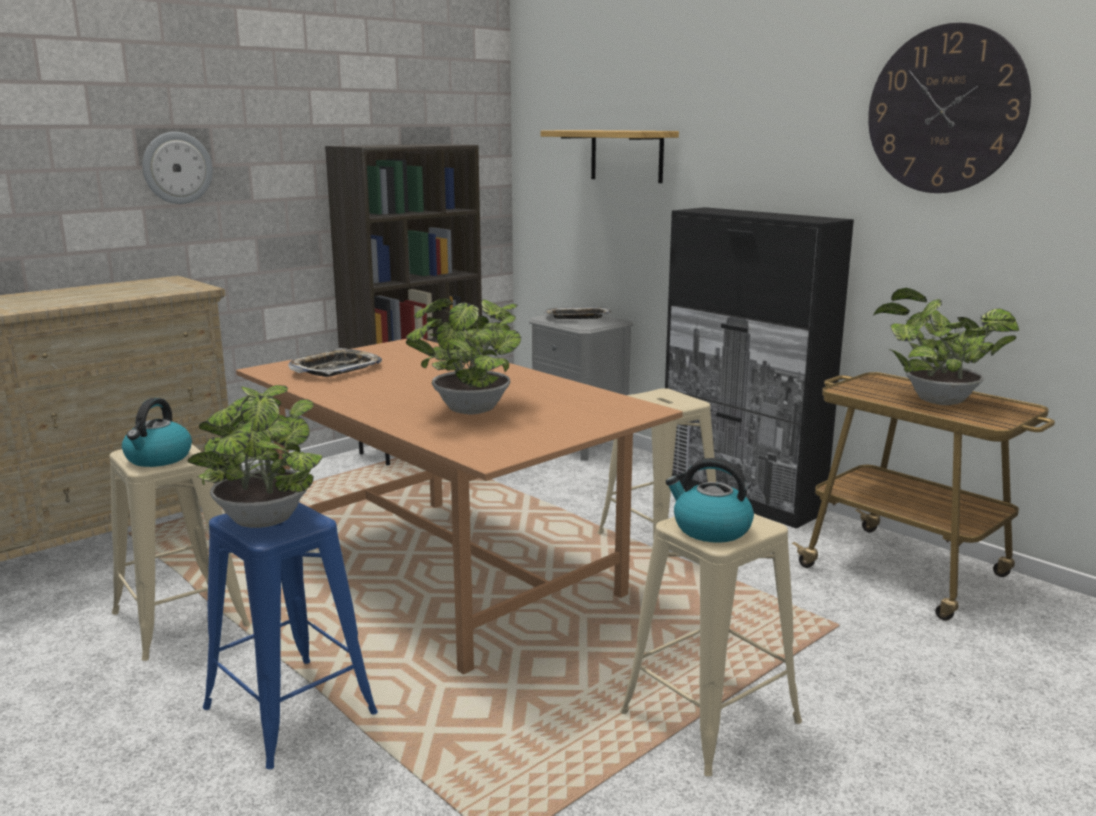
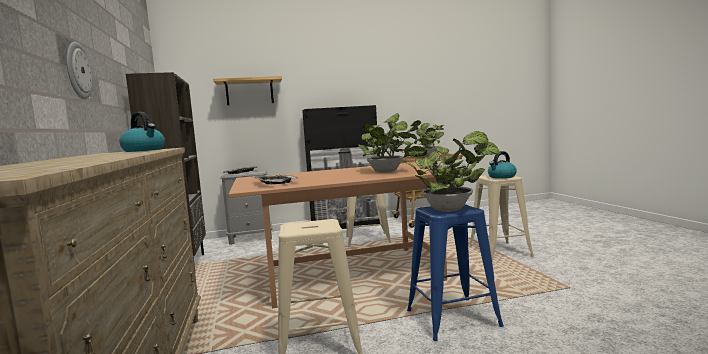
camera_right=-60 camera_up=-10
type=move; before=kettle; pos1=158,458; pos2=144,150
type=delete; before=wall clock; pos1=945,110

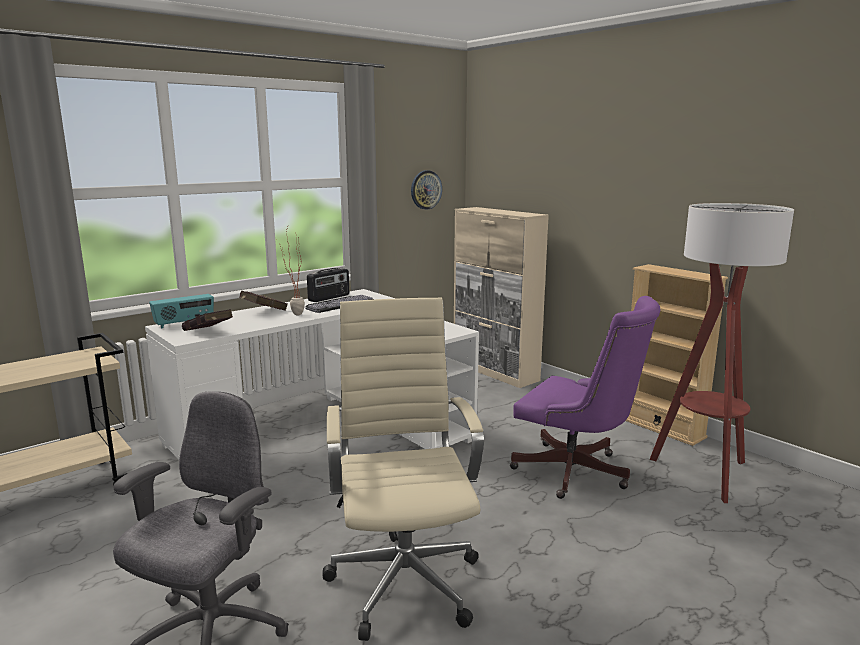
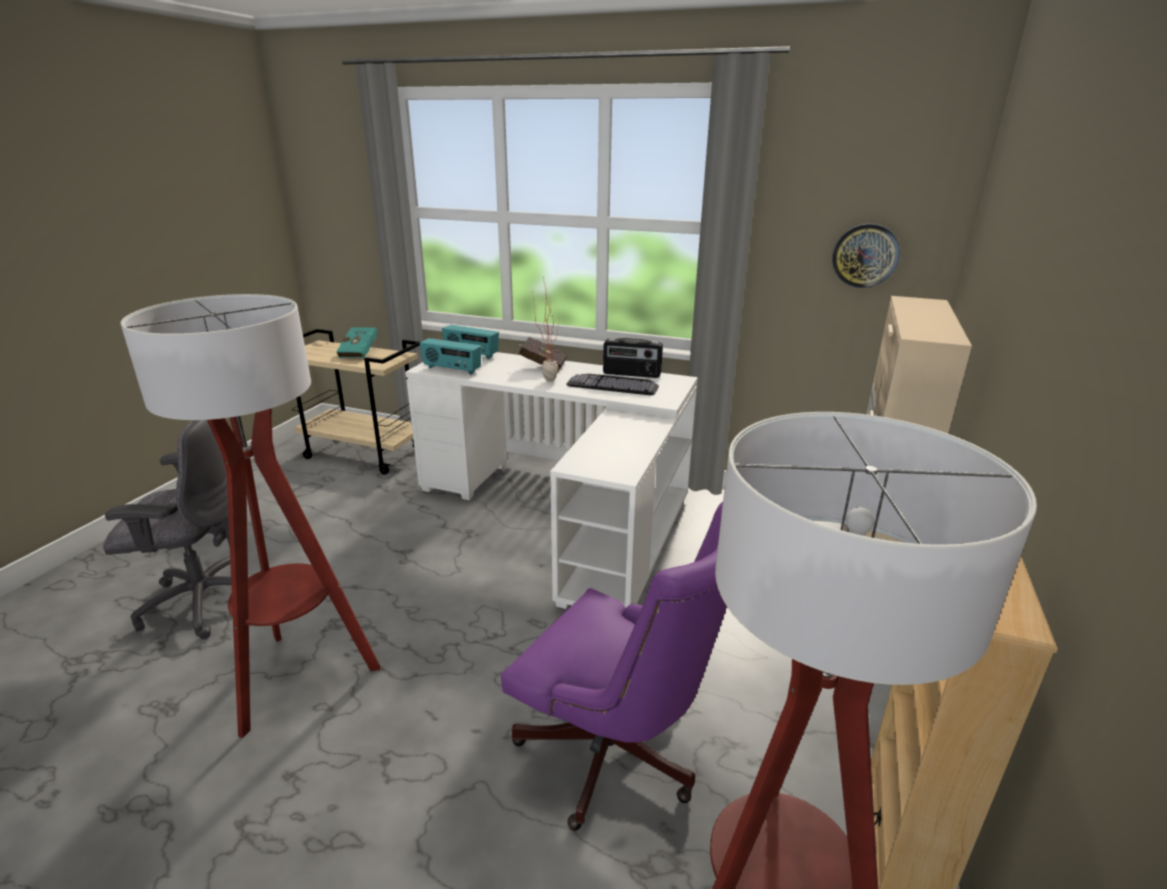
camera_right=60 camera_up=10
type=replace; before=beige office chair; after=floor lamp; pos1=404,579; pos2=300,677
type=insert; after=turquoise book; pos2=360,352
type=replace; before=red book; after=radio; pos1=209,333; pos2=452,370
type=rotate; before=purple office chair; pos1=577,473; pos2=617,757; turn=-60

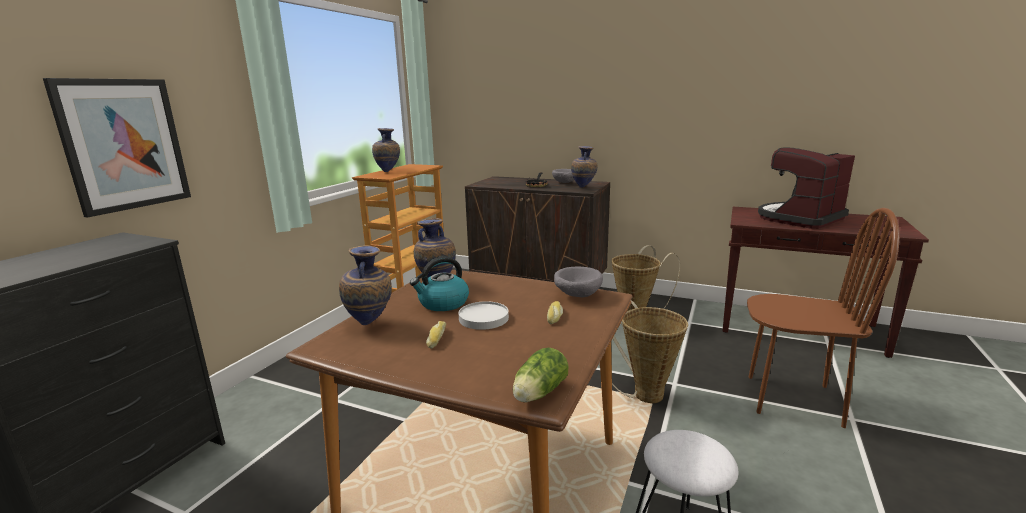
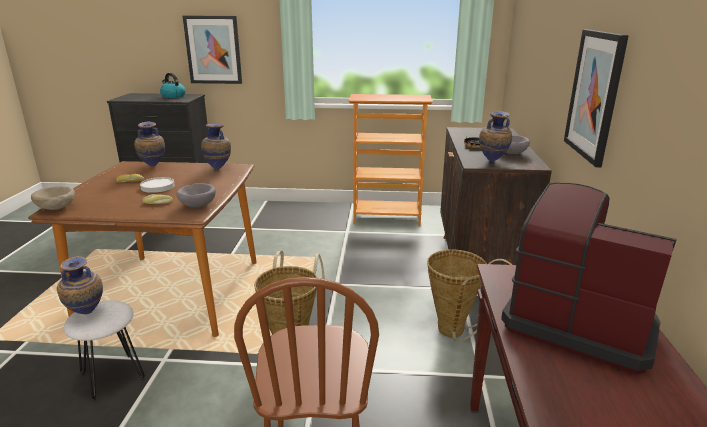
camera_right=70 camera_up=5
type=replace; before=lettuce; after=beige bowl; pos1=538,393; pos2=56,209
type=move; before=vase; pos1=388,172; pos2=86,315
type=move; before=kettle; pos1=443,303; pos2=173,96
type=insert; after=picture; pos2=594,95

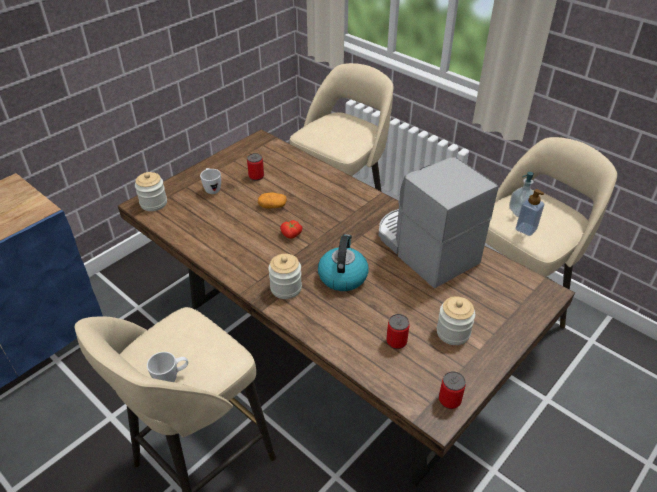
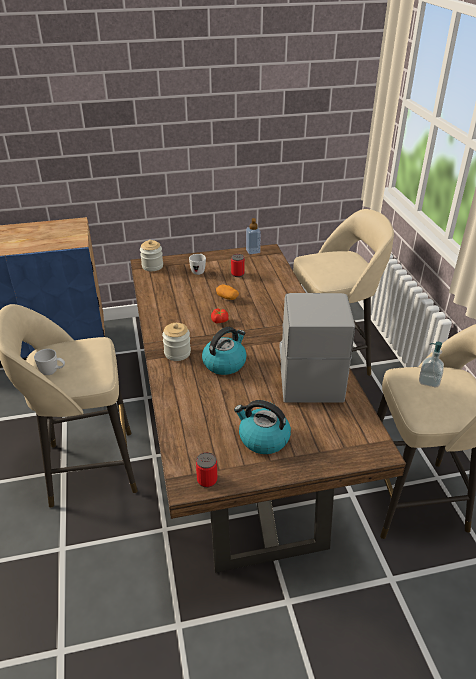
camera_right=35 camera_up=-5
type=replace; before=jar; after=kettle; pos1=453,332; pos2=263,438
type=move; before=soap dispenser; pos1=526,229; pos2=253,251
type=delete; before=can; pos1=396,342

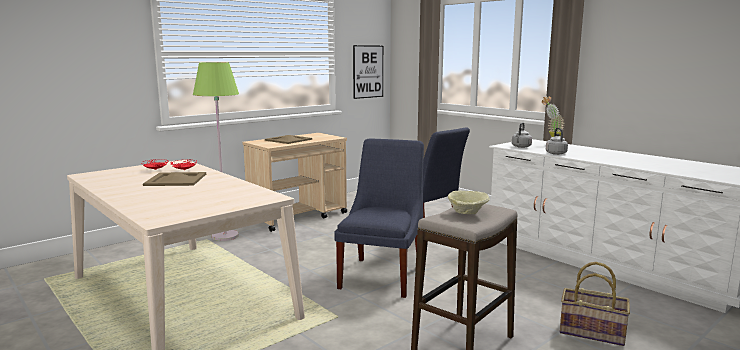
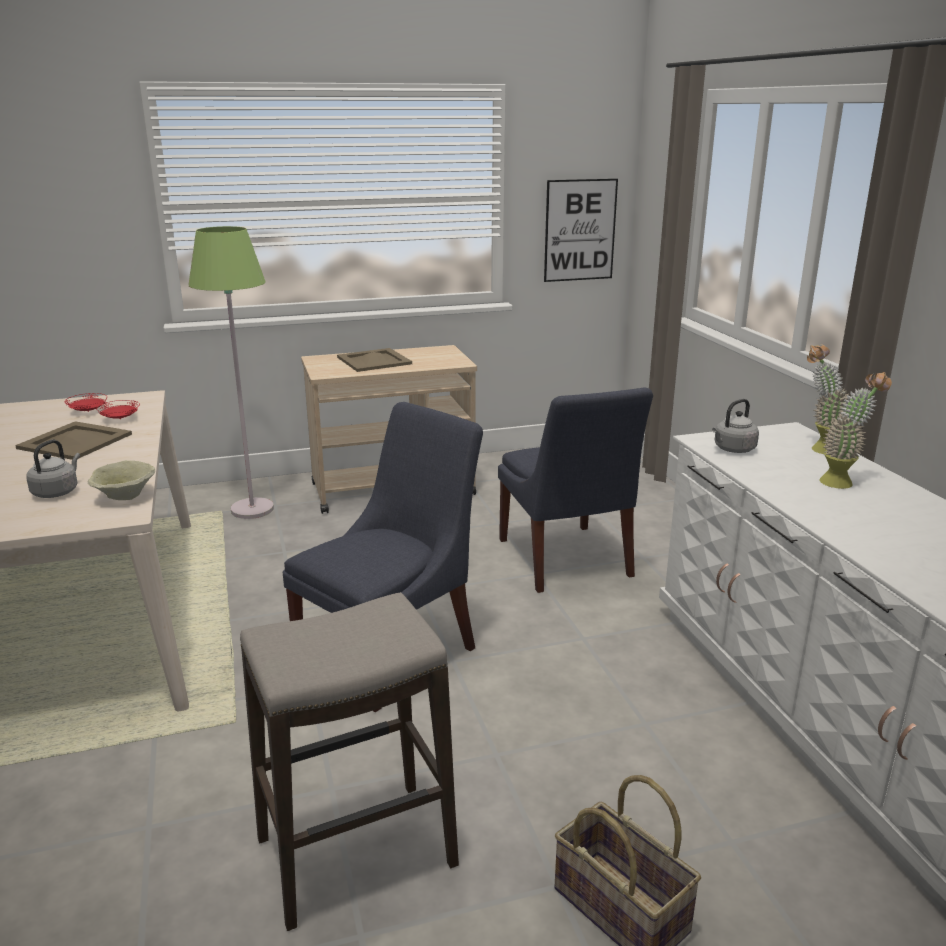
camera_right=25 camera_up=10
type=move; before=grey kettle; pos1=555,153; pos2=57,492
type=move; before=beige bowl; pos1=468,213; pos2=125,497
type=insert; after=potted plant; pos2=843,481

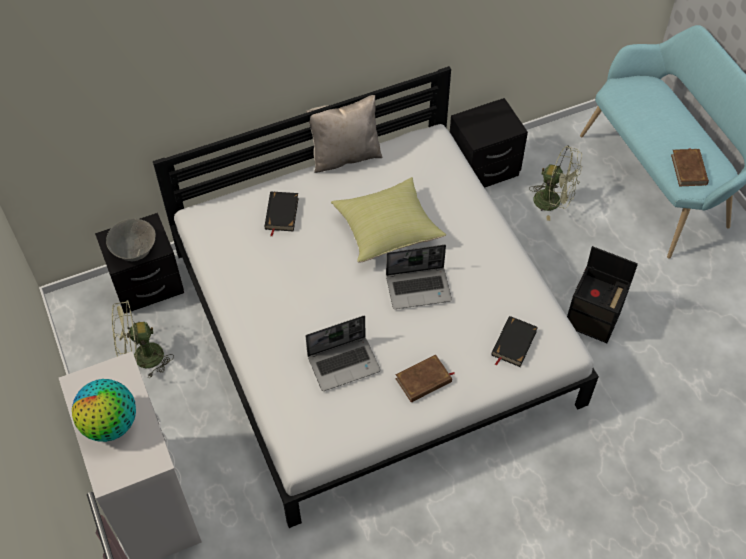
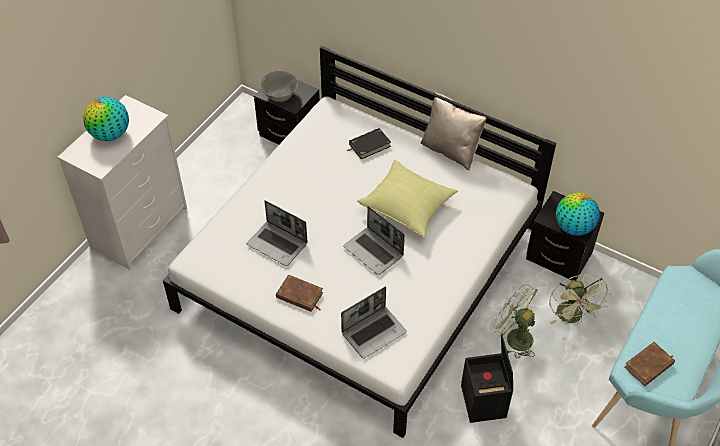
camera_right=55 camera_up=-5
type=replace; before=black book; after=laptop; pos1=513,343; pos2=374,332
type=move; before=green fan; pos1=141,358; pos2=513,337
type=insert; after=globe; pos2=573,227

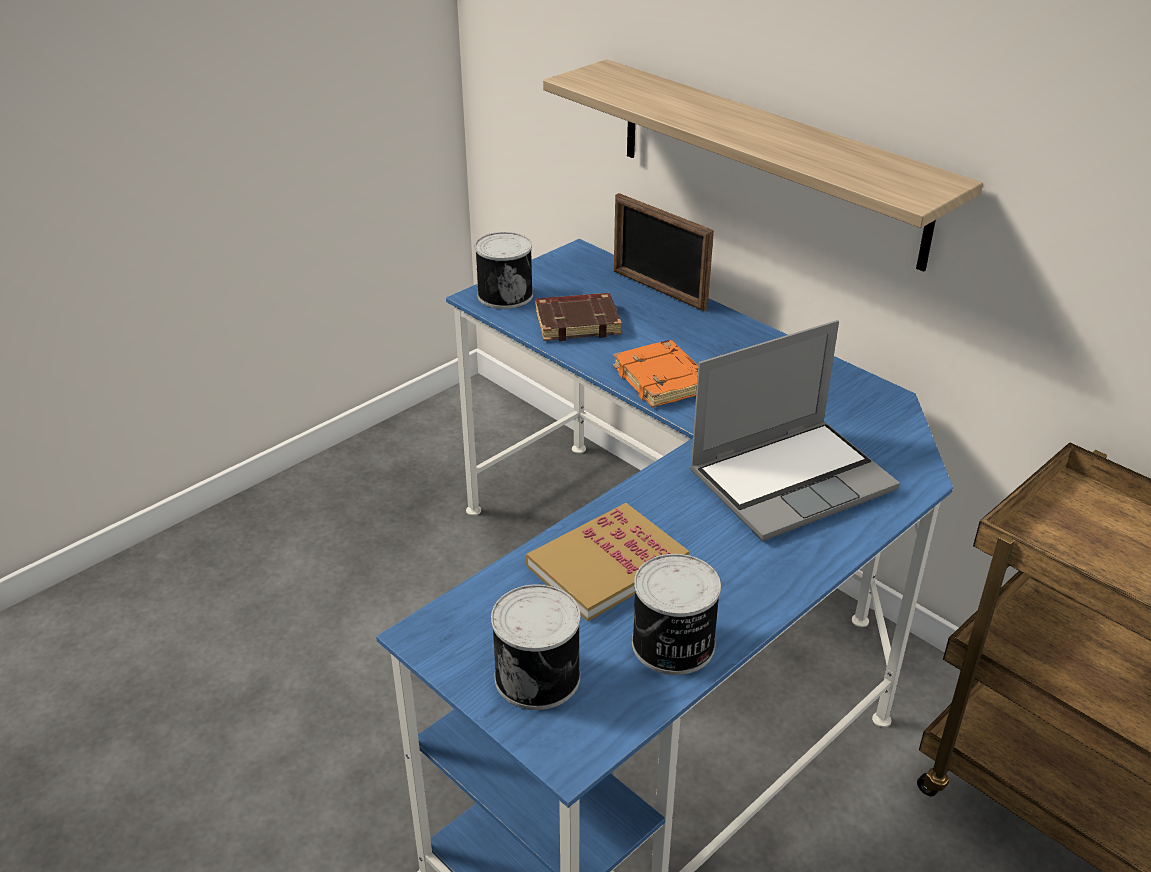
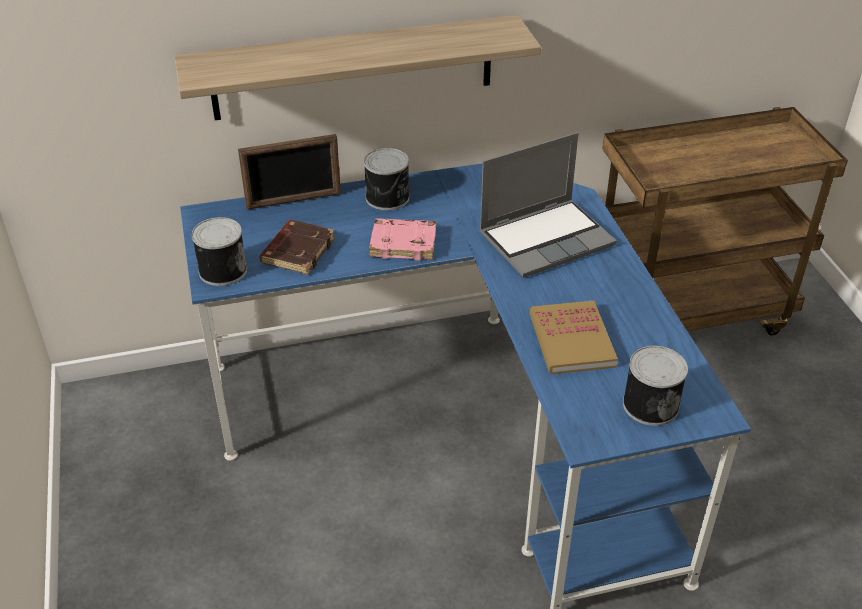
camera_right=-60 camera_up=5
type=move; before=can; pos1=673,645; pos2=388,198
type=recolor; before=orange book; after=pink book; pos1=663,380; pos2=404,243
type=rotate; before=laptop; pos1=792,480; pos2=546,238; turn=60

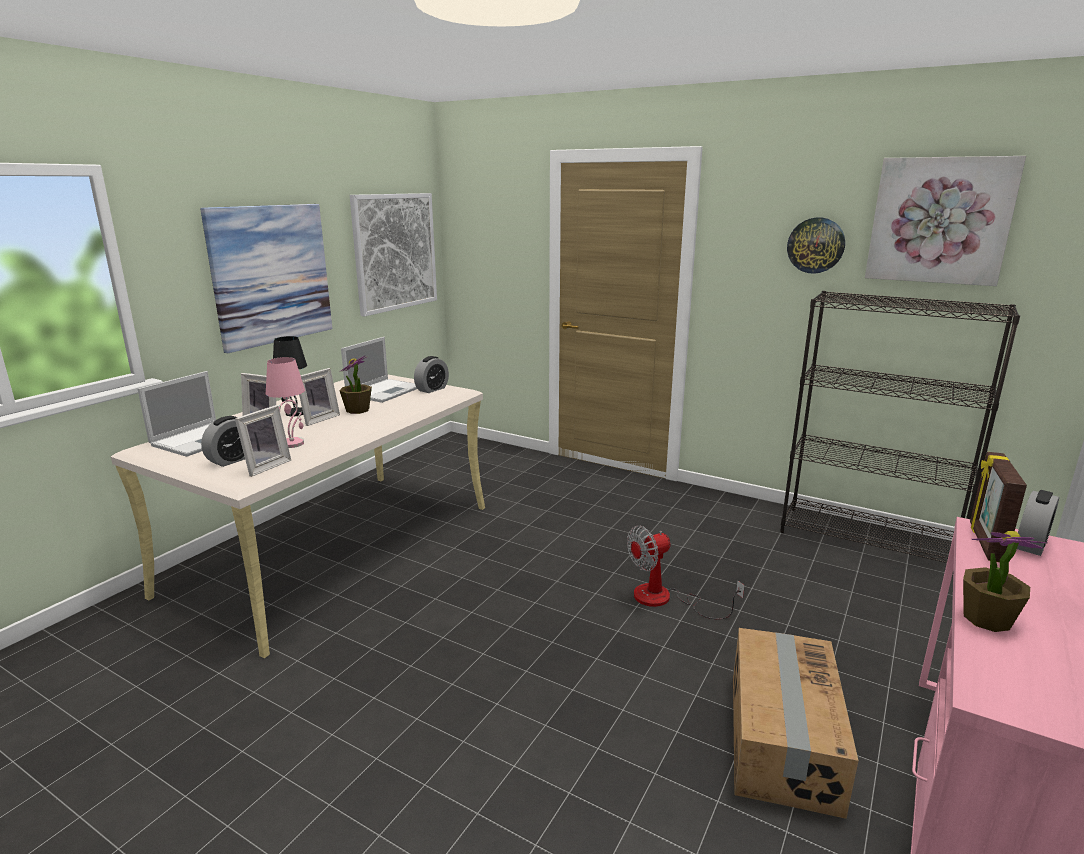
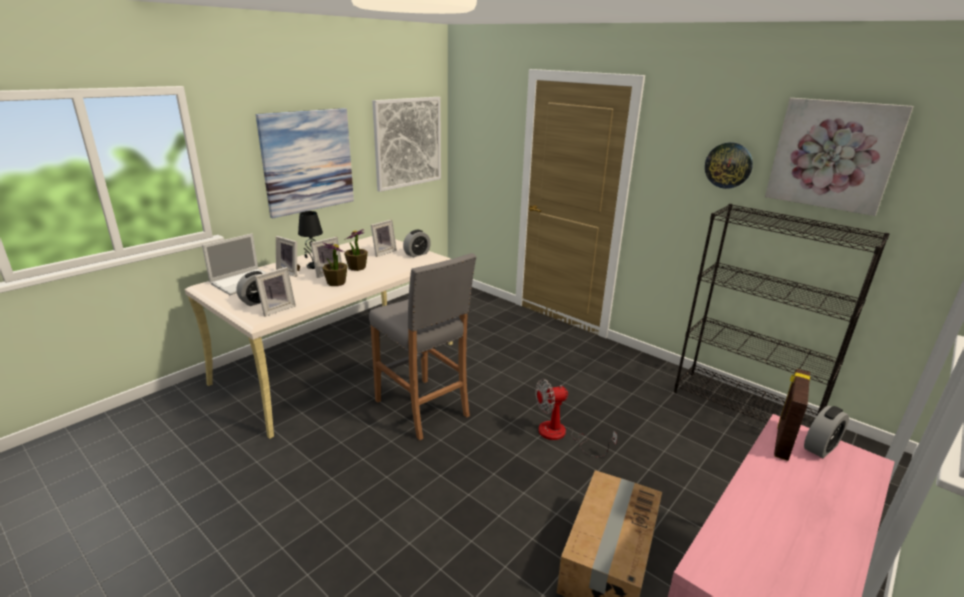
camera_right=10 camera_up=5
type=move; before=potted plant; pos1=986,619; pos2=336,283
type=insert; after=grey stool; pos2=422,408
type=replace; before=laptop; after=picture frame; pos1=385,391; pos2=383,252
type=delete; before=pink table lamp; pos1=292,443

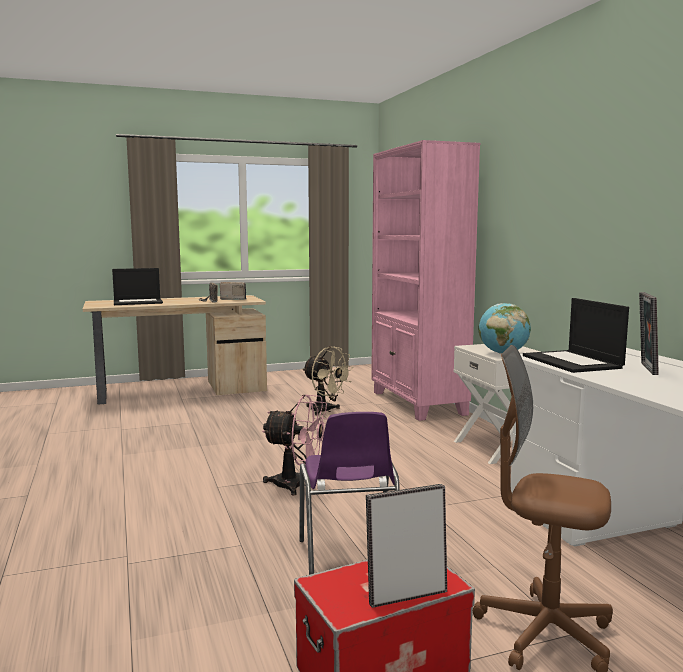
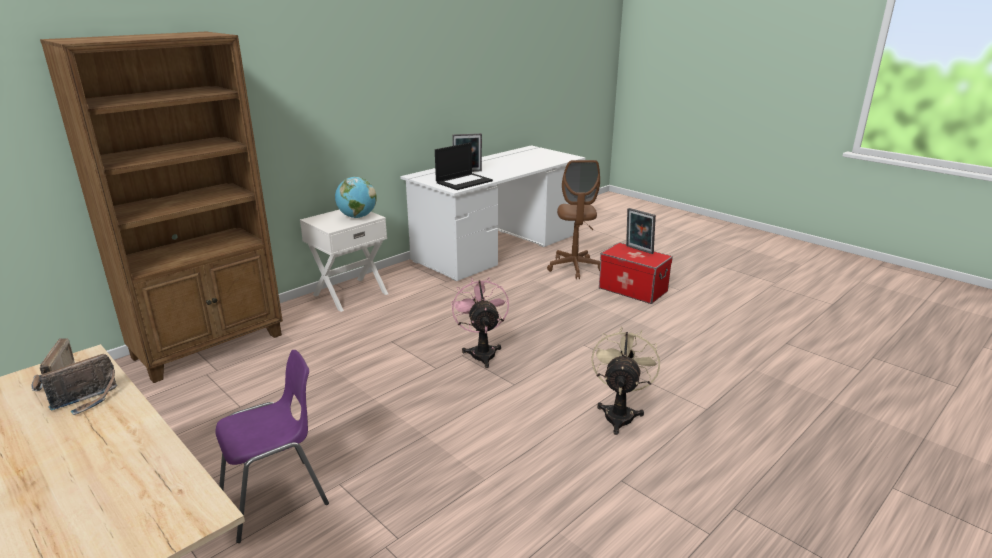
camera_right=-115 camera_up=15
type=recolor; before=pink bookcase; after=brown bookcase; pos1=417,403; pos2=210,346
type=move; before=purple chair; pos1=348,563; pos2=277,498
type=move; before=beige fan; pos1=325,411; pos2=619,413
type=delete; before=laptop; pos1=138,302

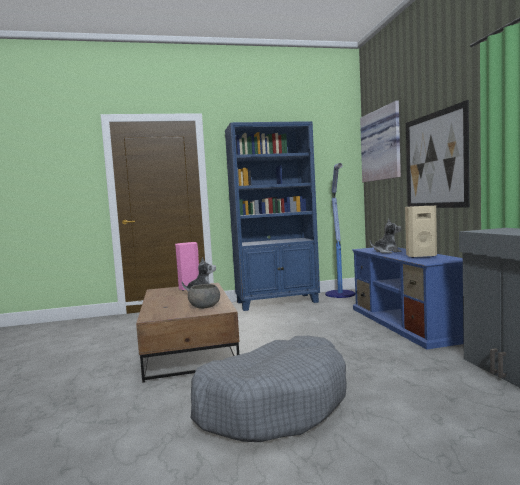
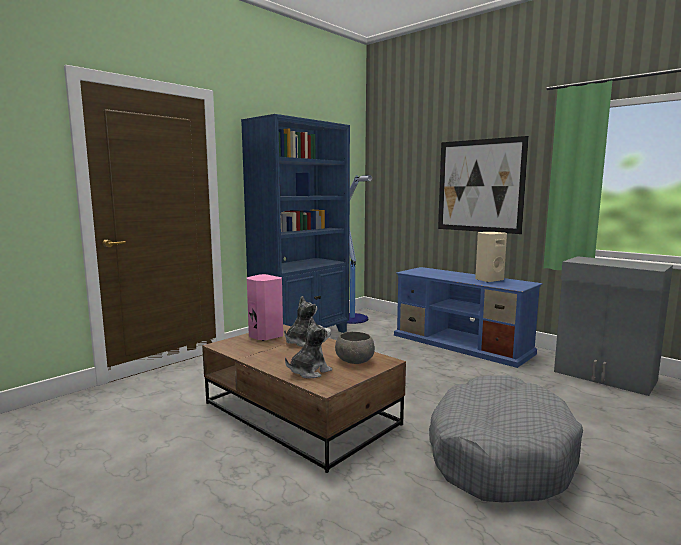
camera_right=-35 camera_up=5
type=move; before=plush toy; pos1=386,252; pos2=309,372
type=delete; before=picture; pos1=382,145

